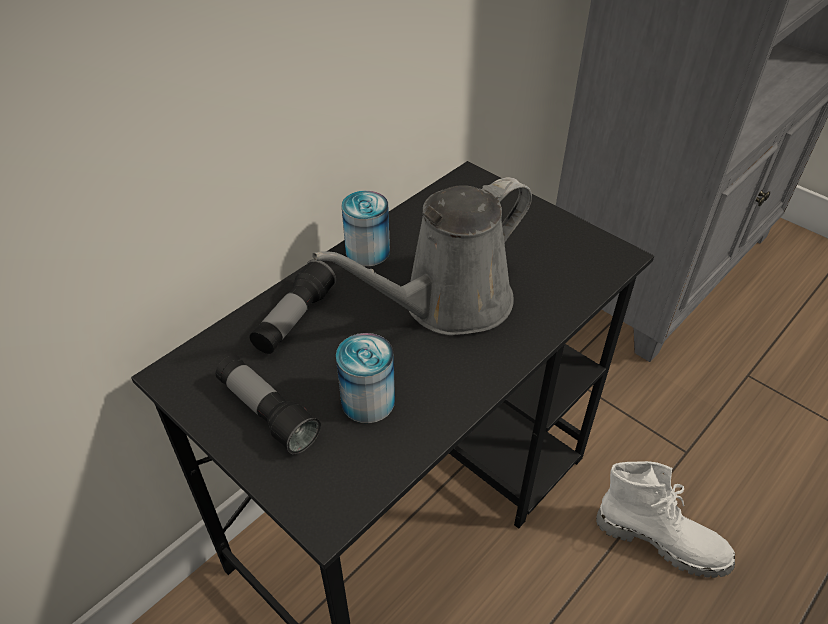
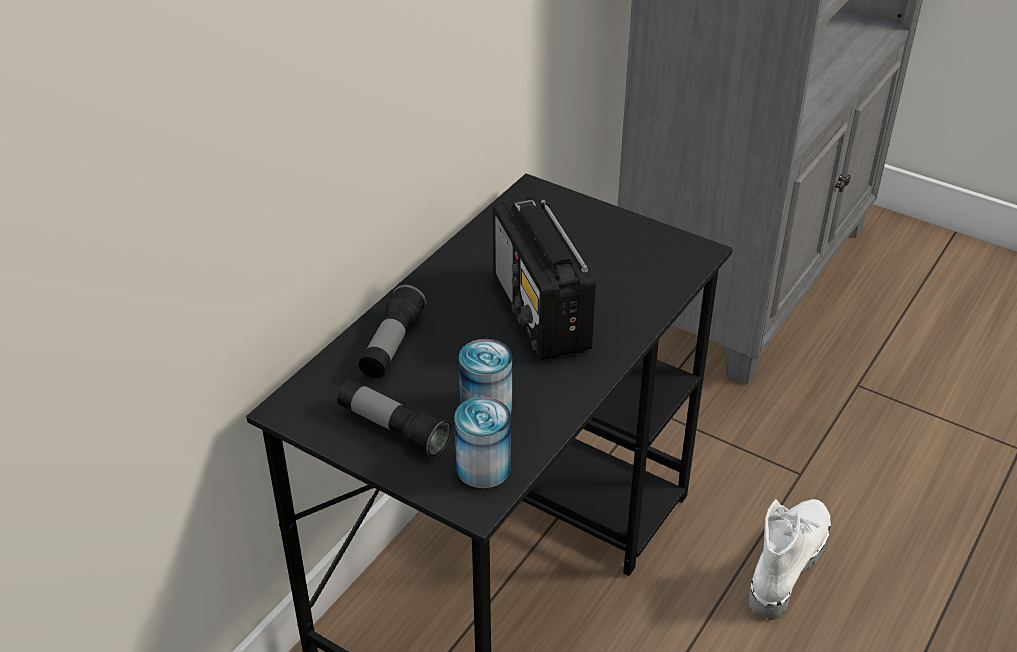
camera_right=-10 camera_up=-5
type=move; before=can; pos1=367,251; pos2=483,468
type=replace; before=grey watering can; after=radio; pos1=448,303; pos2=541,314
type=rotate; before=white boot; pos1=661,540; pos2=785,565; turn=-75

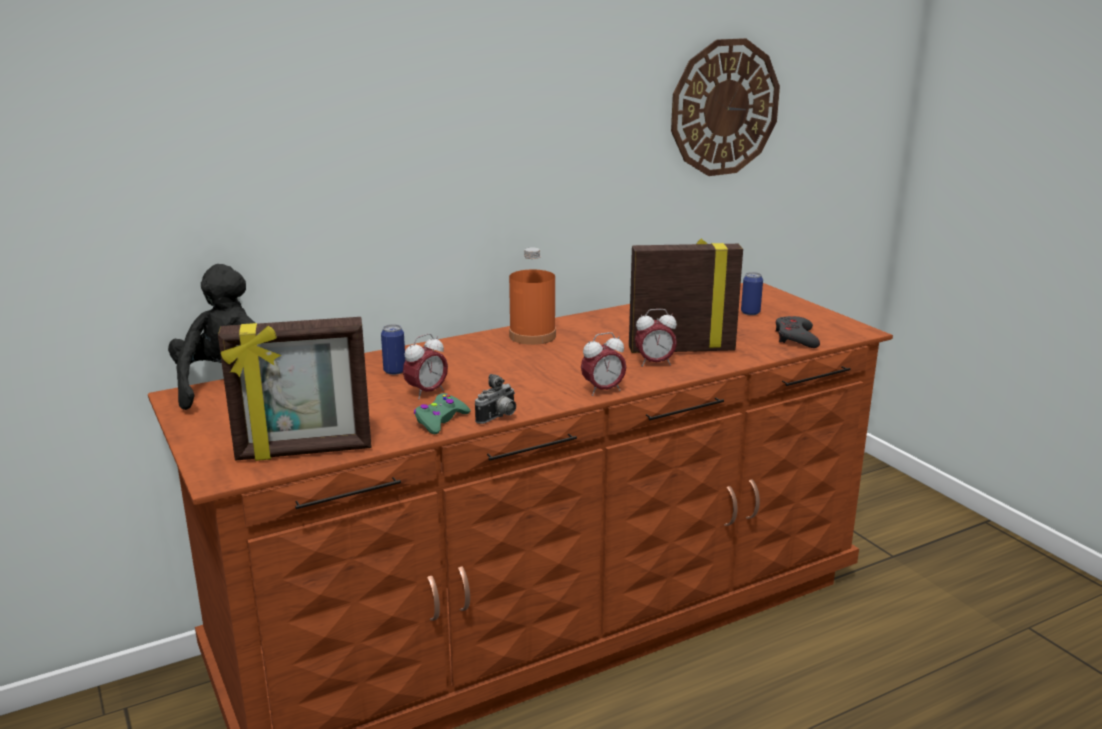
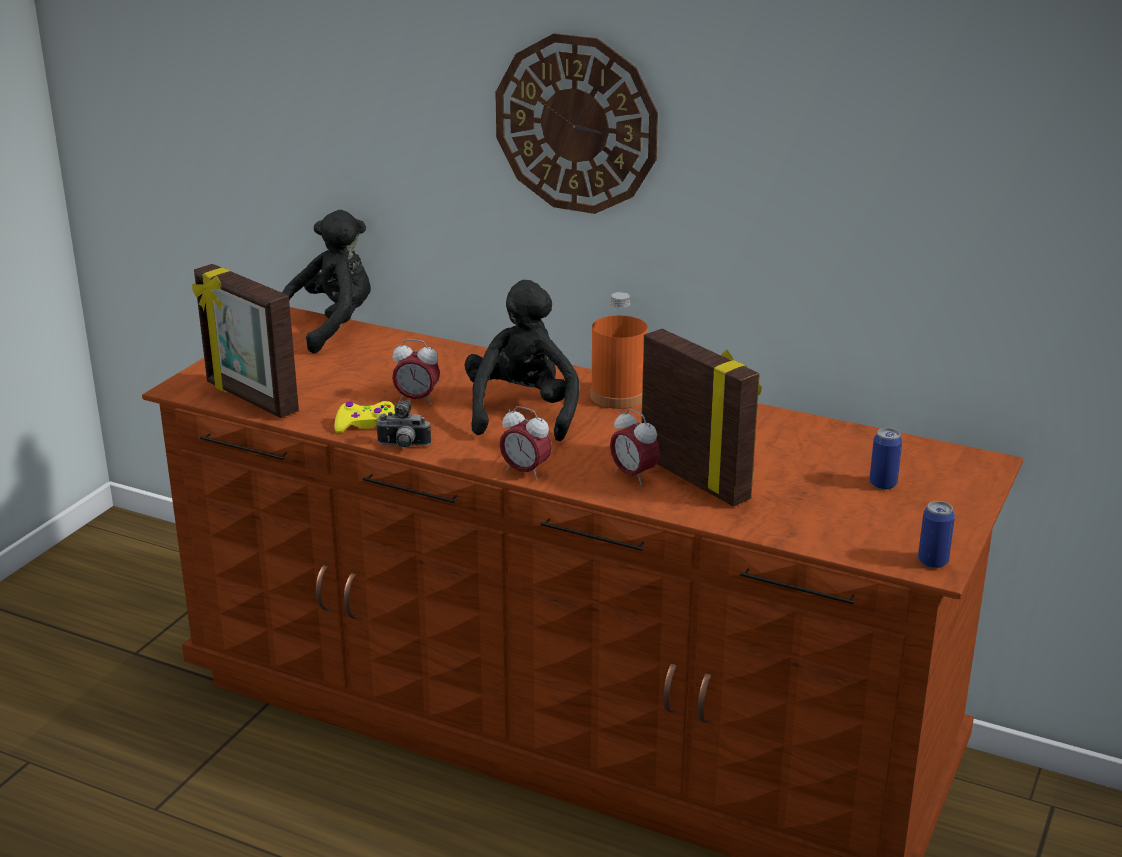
camera_right=55 camera_up=5
type=recolor; before=green game controller; after=yellow game controller; pos1=440,421; pos2=367,425
type=insert; after=black plush toy; pos2=522,413
type=move; before=wall clock; pos1=724,108; pos2=576,124
type=move; before=can; pos1=394,371; pos2=932,561
type=delete; before=grey game controller; pos1=796,338

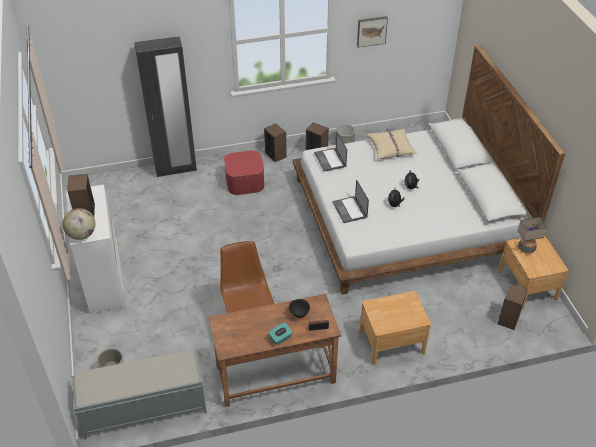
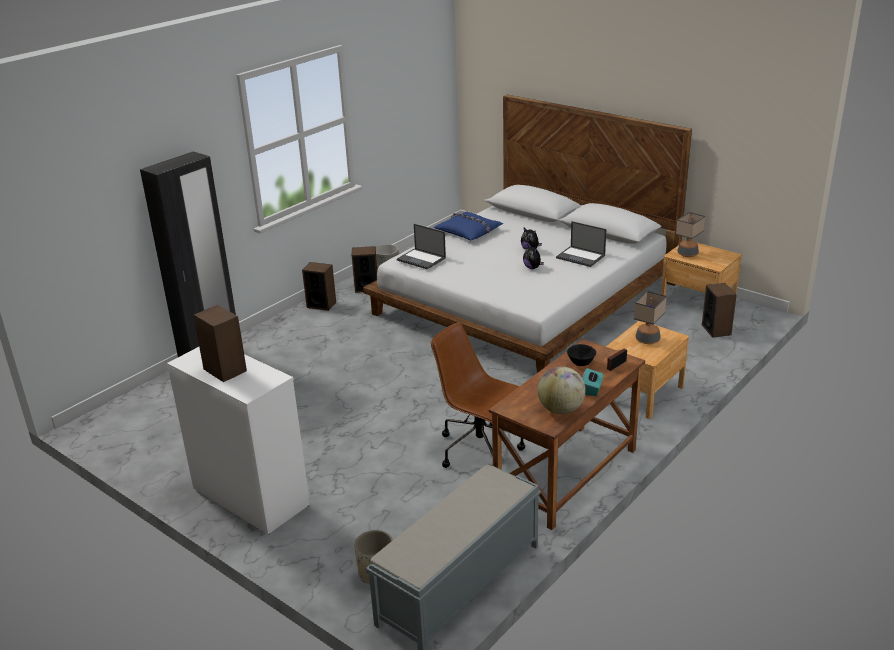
camera_right=-35 camera_up=-15
type=recolor; before=beige pillow; after=blue pillow; pos1=391,148; pos2=469,231
type=move; before=globe; pos1=82,235; pos2=560,409
type=move; before=laptop; pos1=350,210; pos2=581,257
type=insert; after=table lamp; pos2=647,340
type=delete; before=ottoman; pos1=244,181
type=delete; before=picture; pos1=371,31

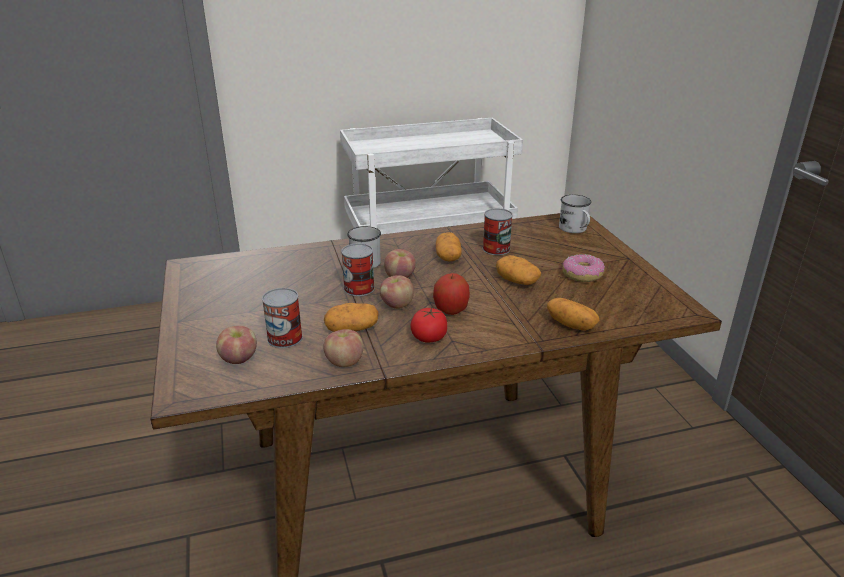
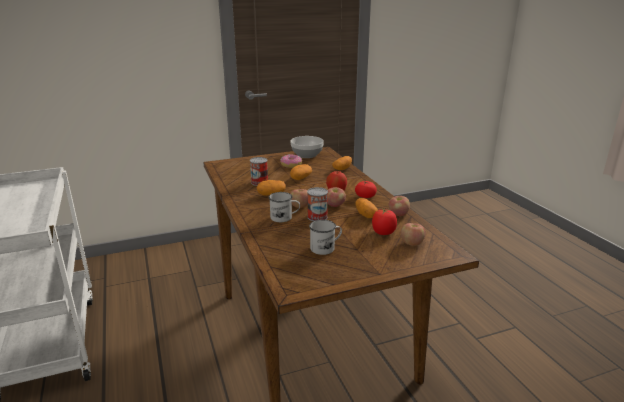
camera_right=-95 camera_up=-5
type=insert; after=bowl; pos2=306,155
type=move; before=white mug; pos1=575,229; pos2=326,248
type=replace; before=can; after=tomato; pos1=285,338; pos2=383,233

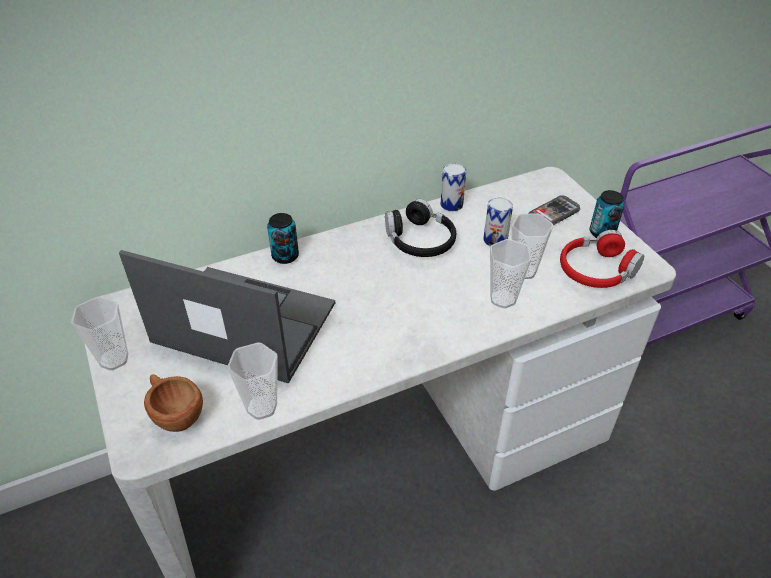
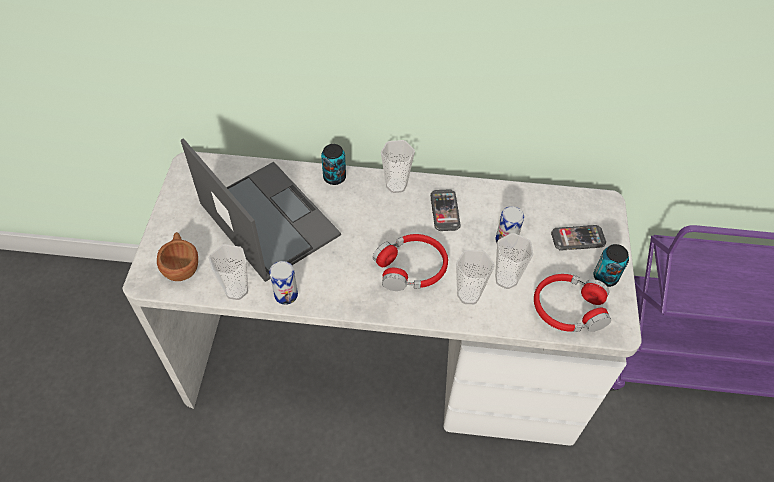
camera_right=30 camera_up=10
type=move; before=can; pos1=451,204; pos2=286,295
type=insert; after=red headphones; pos2=411,268
type=move; before=cup; pos1=114,359; pos2=396,185
type=replace; before=black headphones; after=phone; pos1=419,240; pos2=445,211

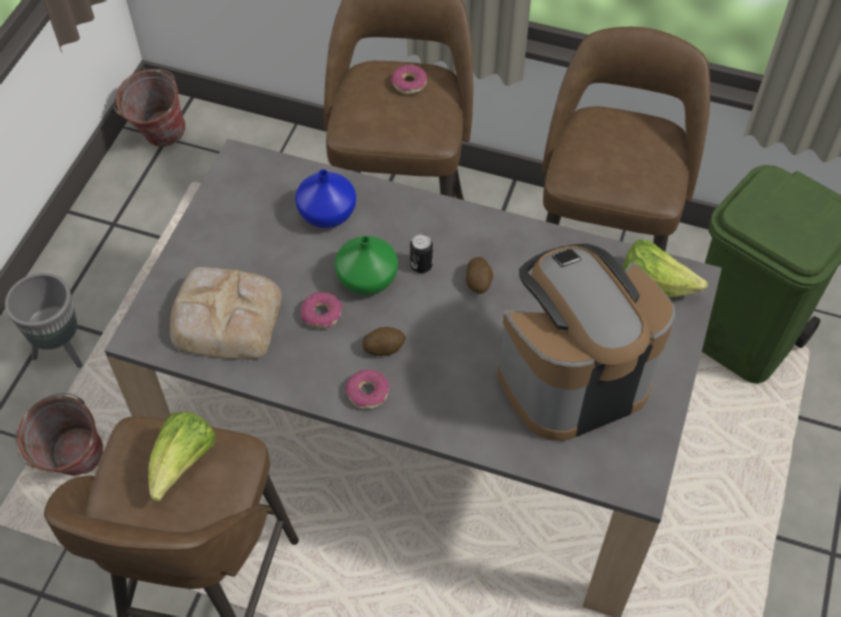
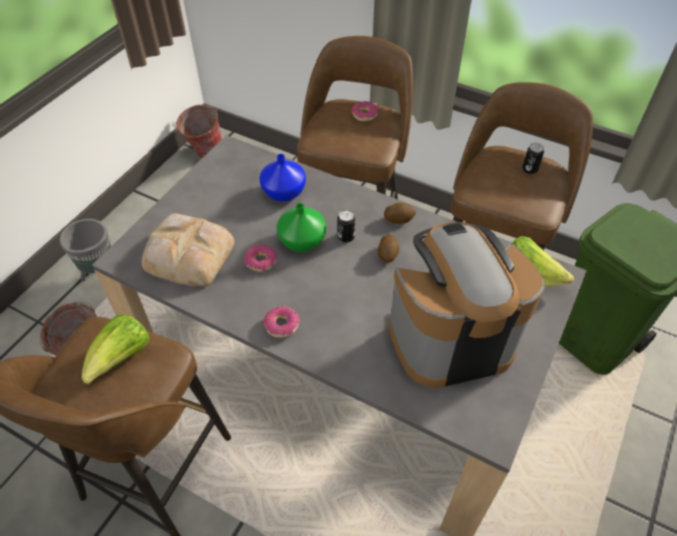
camera_right=10 camera_up=-5
type=move; before=potato; pos1=384,347; pos2=399,219
type=insert; after=can; pos2=529,169

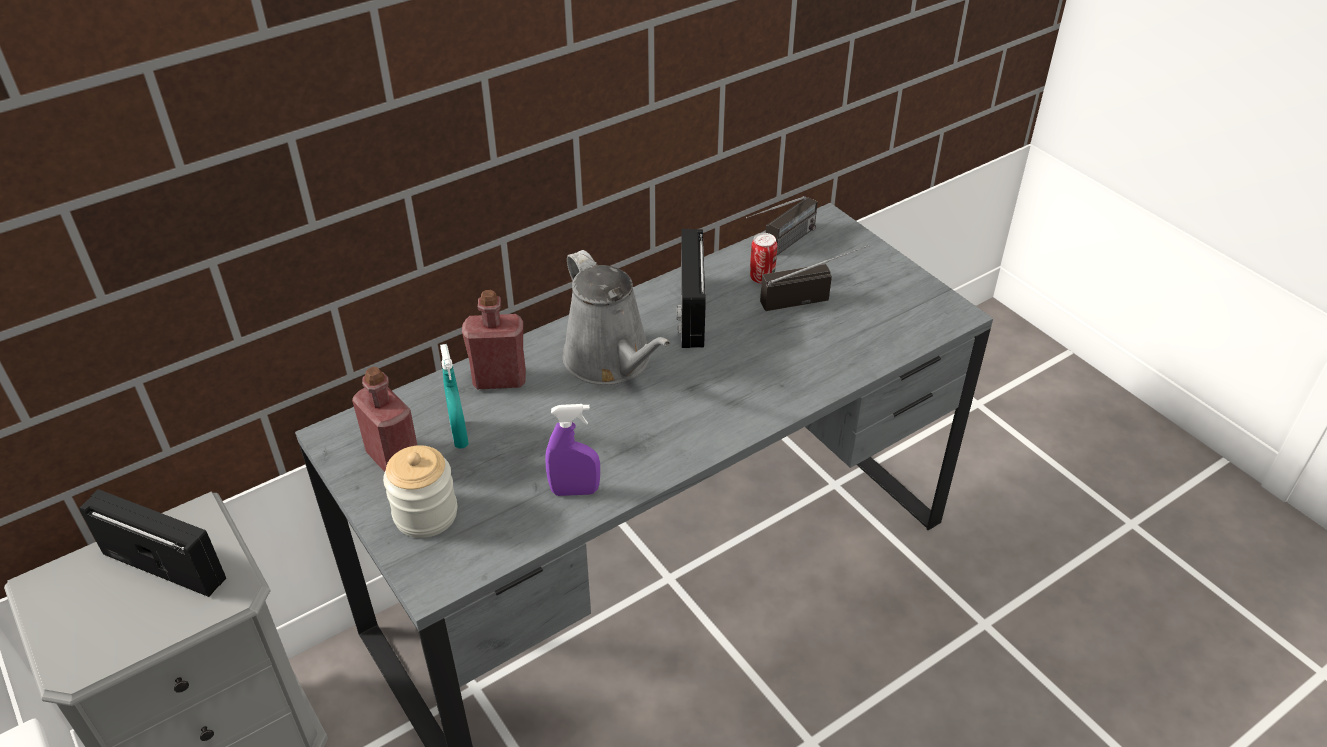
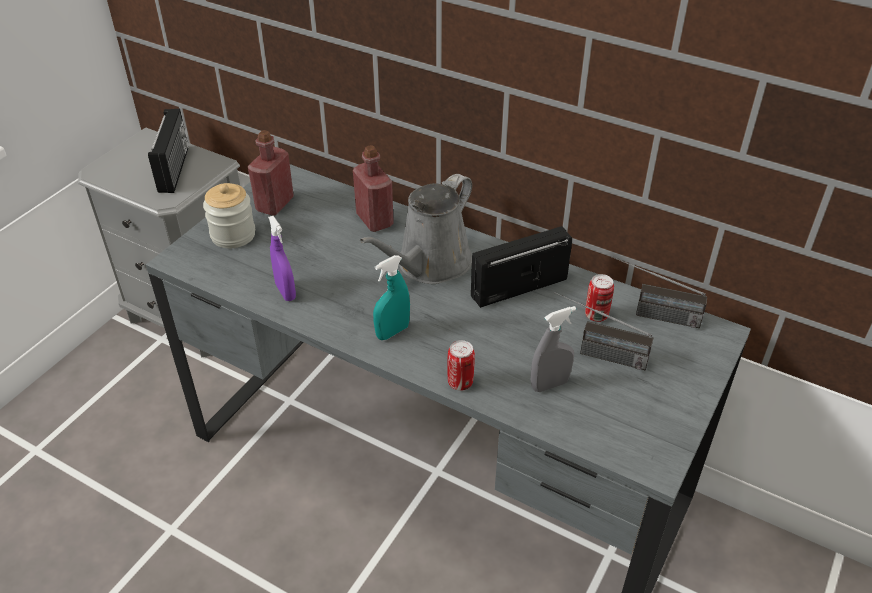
camera_right=65 camera_up=0
type=move; before=turquoise spray bottle; pos1=459,435; pos2=392,332
type=insert; after=can; pos2=460,383
type=insert; after=grey spray bottle; pos2=549,384
type=rotate; before=radio; pos1=810,297; pos2=596,353; turn=150

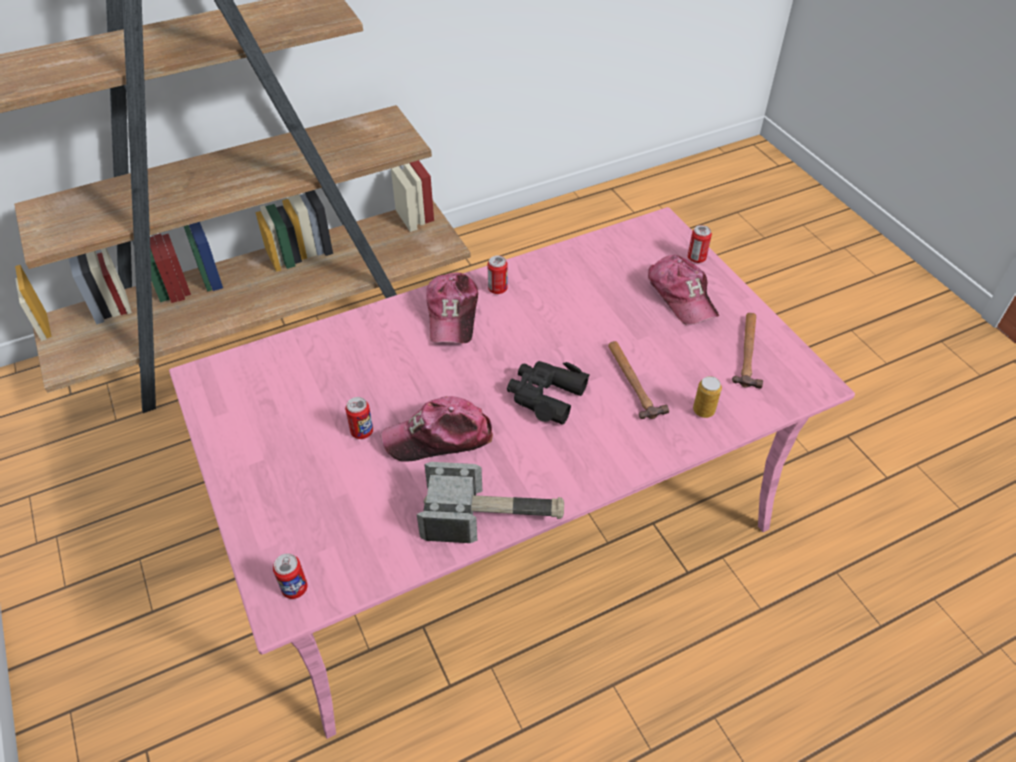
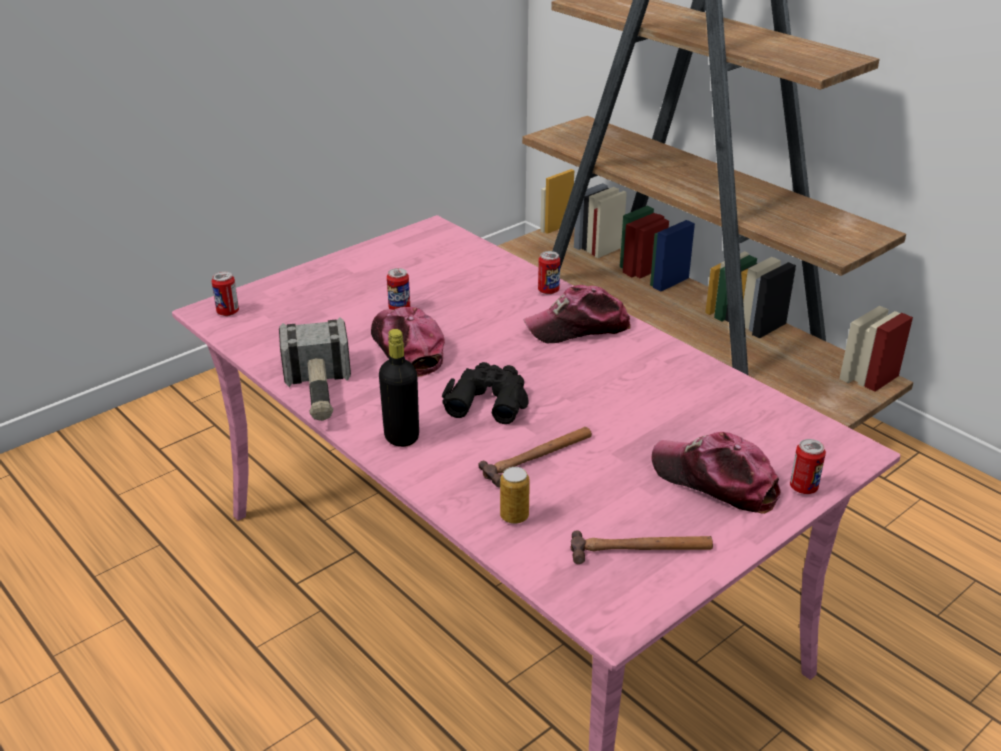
camera_right=75 camera_up=-15
type=insert; after=black bottle; pos2=401,437
type=move; before=can; pos1=497,289; pos2=548,291
type=rotate; before=cap; pos1=681,296; pos2=715,481; turn=75

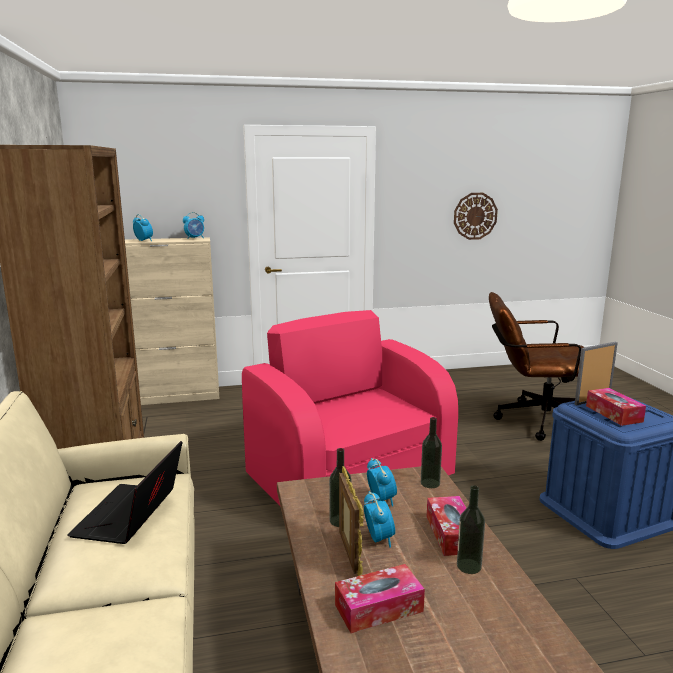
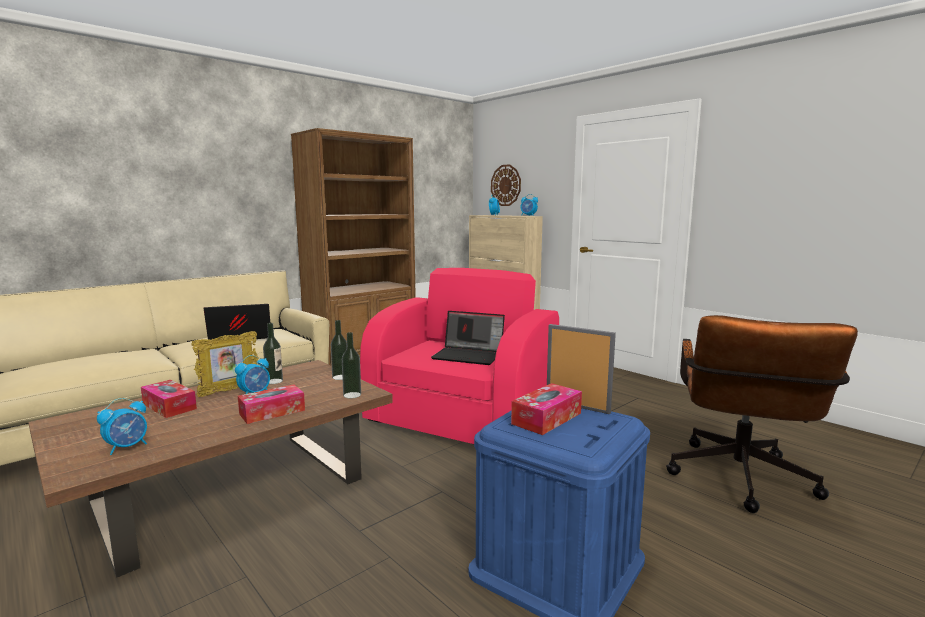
camera_right=60 camera_up=-5
type=move; before=alarm clock; pos1=381,500; pos2=127,447
type=move; before=bottle; pos1=469,566; pos2=340,377
type=insert; after=laptop; pos2=469,355
type=move; before=wall clock; pos1=475,216; pos2=506,185
type=rotate; before=brown office chair; pos1=534,420; pos2=740,482; turn=-135

